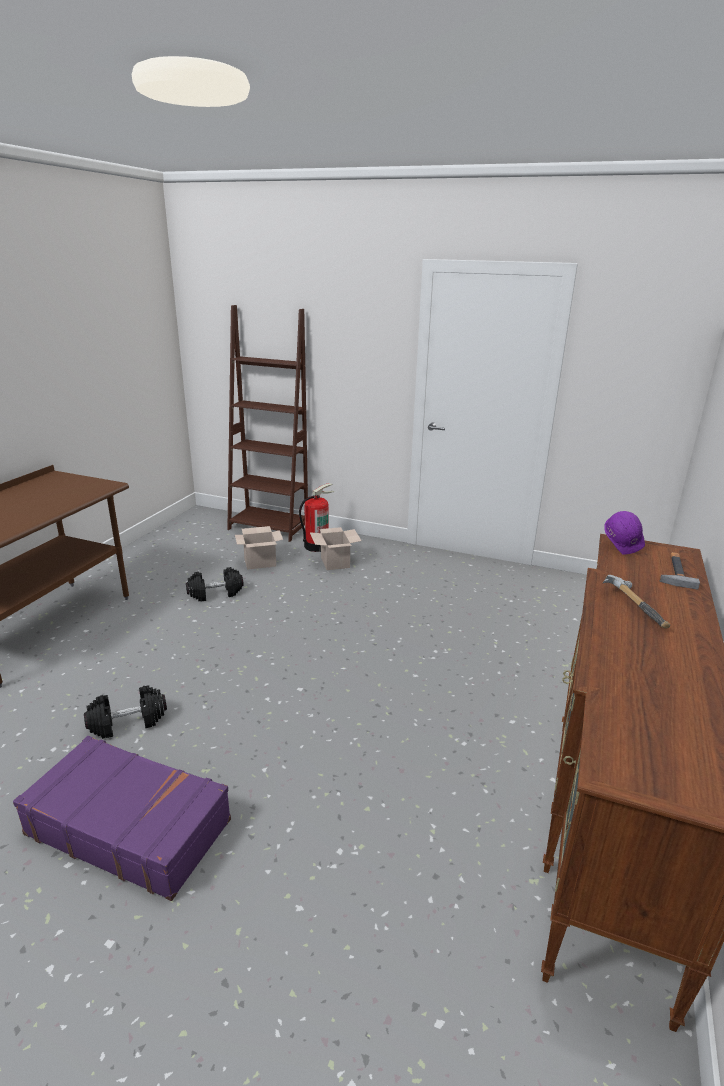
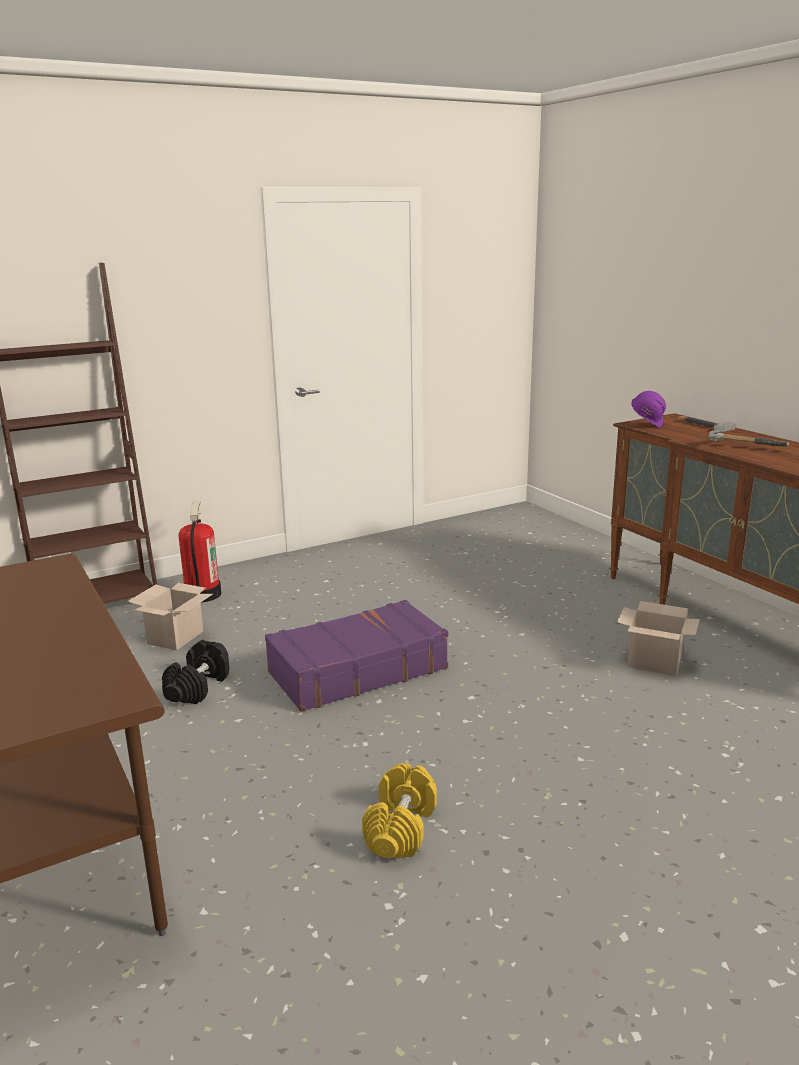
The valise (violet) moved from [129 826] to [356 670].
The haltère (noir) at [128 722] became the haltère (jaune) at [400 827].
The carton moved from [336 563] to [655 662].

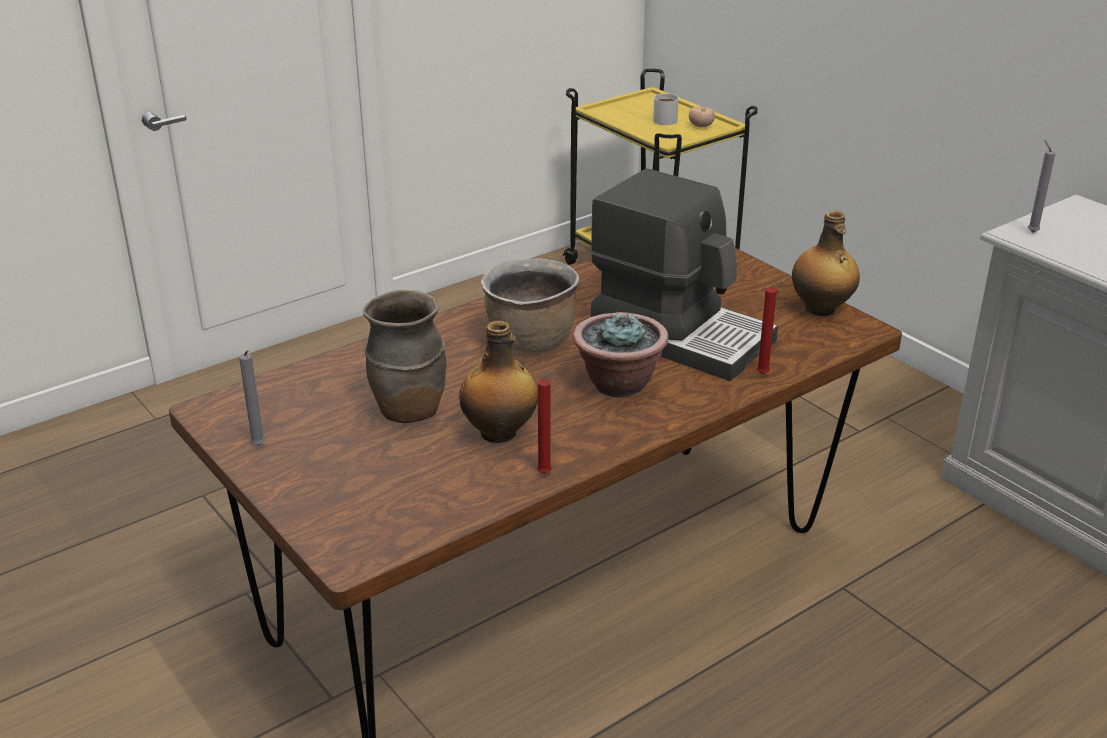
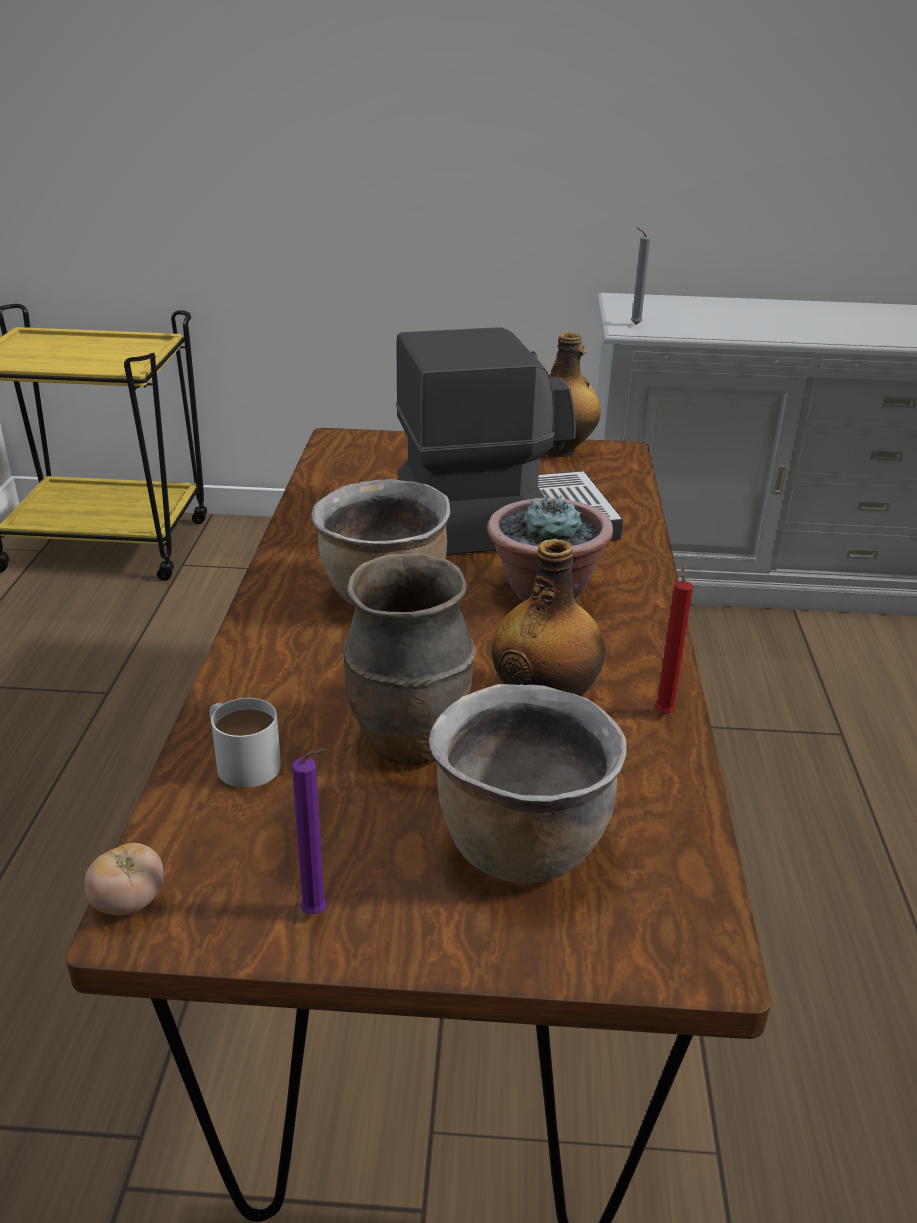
The tomate moved from [701 126] to [129 902].
The mug (blanc) moved from [665 119] to [241 760].
The bougie (gris) at [259 447] became the bougie (violet) at [318 913].
The marmite (marron) at [520 843] appeared.
The bougie (rouge) at [765 374] disappeared.

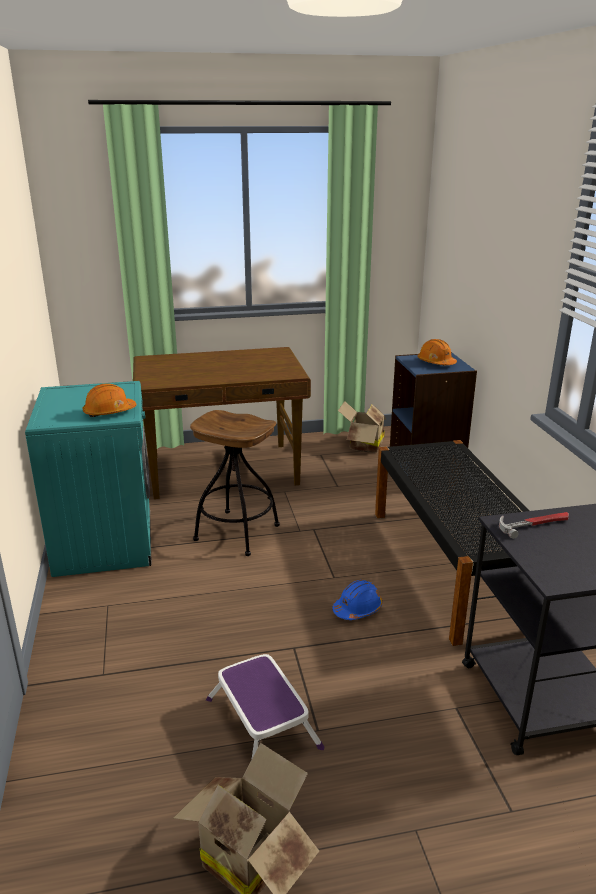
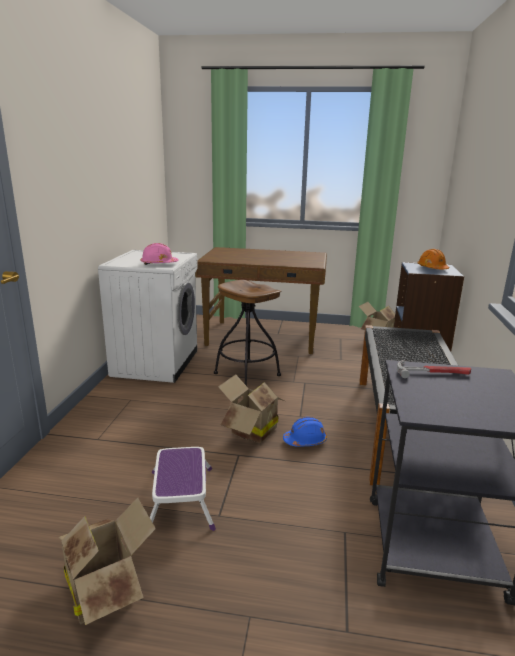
The lave-linge (turquoise) at [107 541] became the lave-linge (blanc) at [158 363].
The casque de chantier (orange) at [109 412] became the casque de chantier (rose) at [159 264].
The carton at [250 431] appeared.

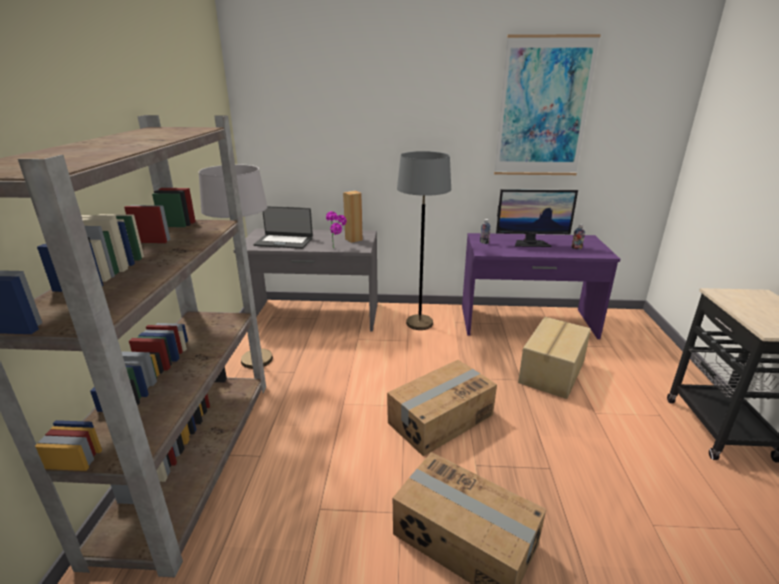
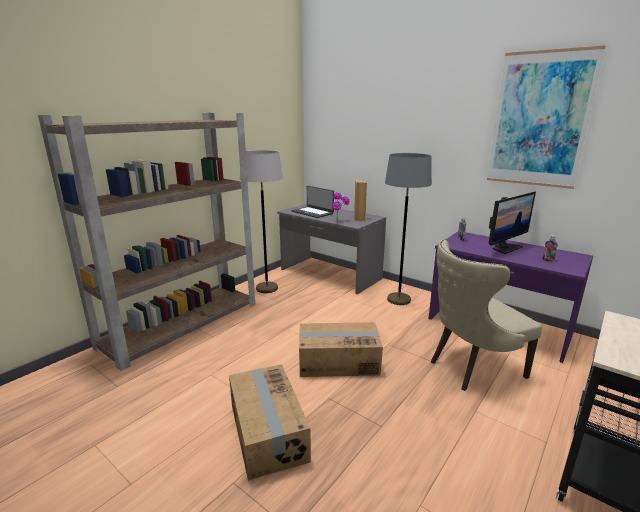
The carton at [550 372] was replaced by the chaise (beige) at [472 367].
The écran d'ordinateur at [530 243] turned 75 degrees counterclockwise.

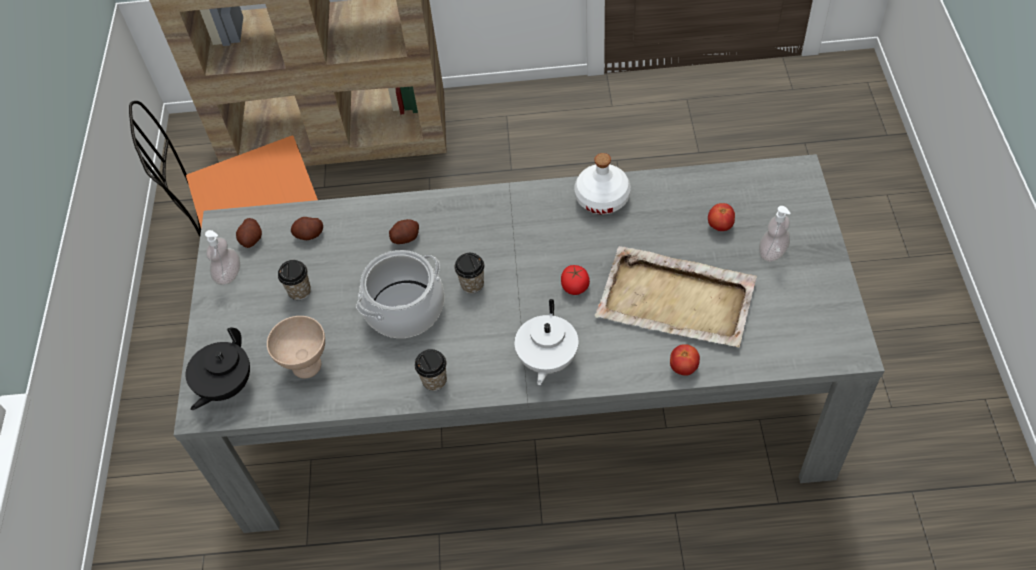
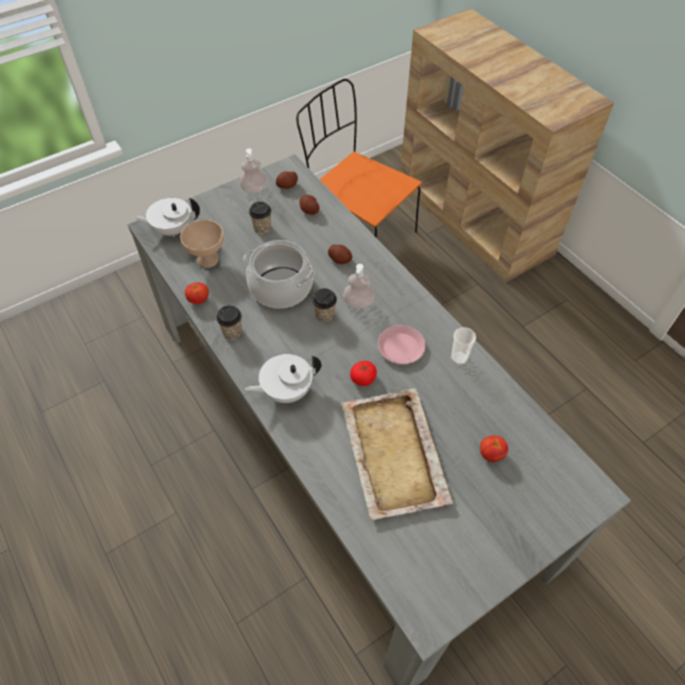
The théière (noir) at [225 386] became the théière (blanc) at [172 229].
The tomate moved from [683 367] to [199 300].
The distributeur de savon moved from [772 252] to [358 303].
The assiette (rose) at [401 347] appeared.
The bouteille (blanc) at [602 198] was replaced by the tasse at [459 358].

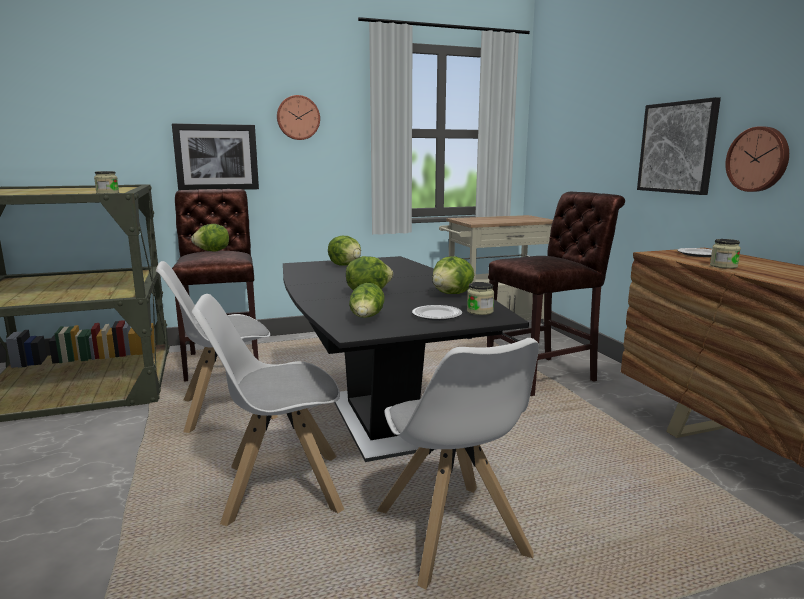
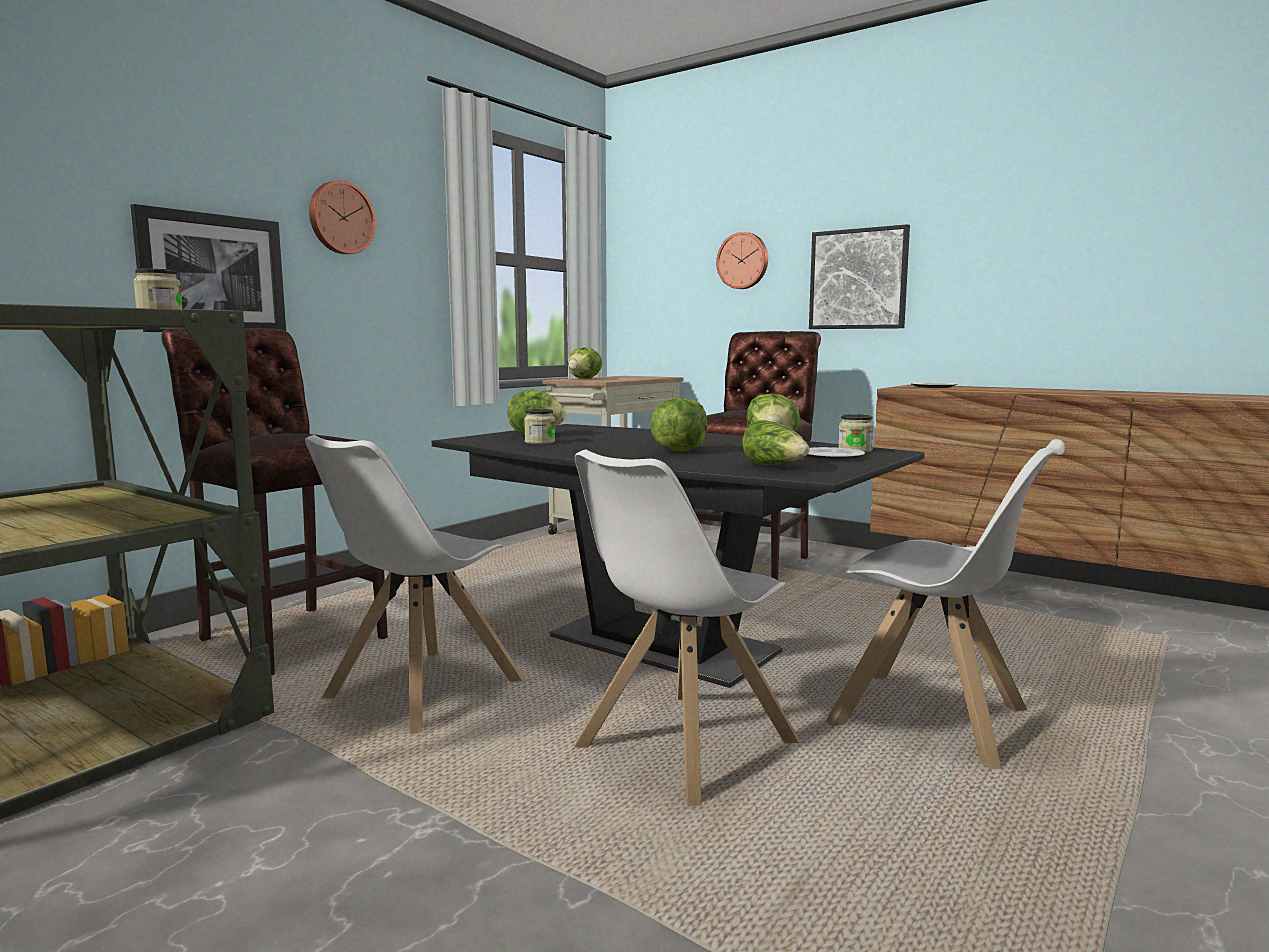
The bocal moved from [723 266] to [540 442].
The laitue moved from [213 251] to [585 378].
The horloge murale moved from [758 159] to [743 261].

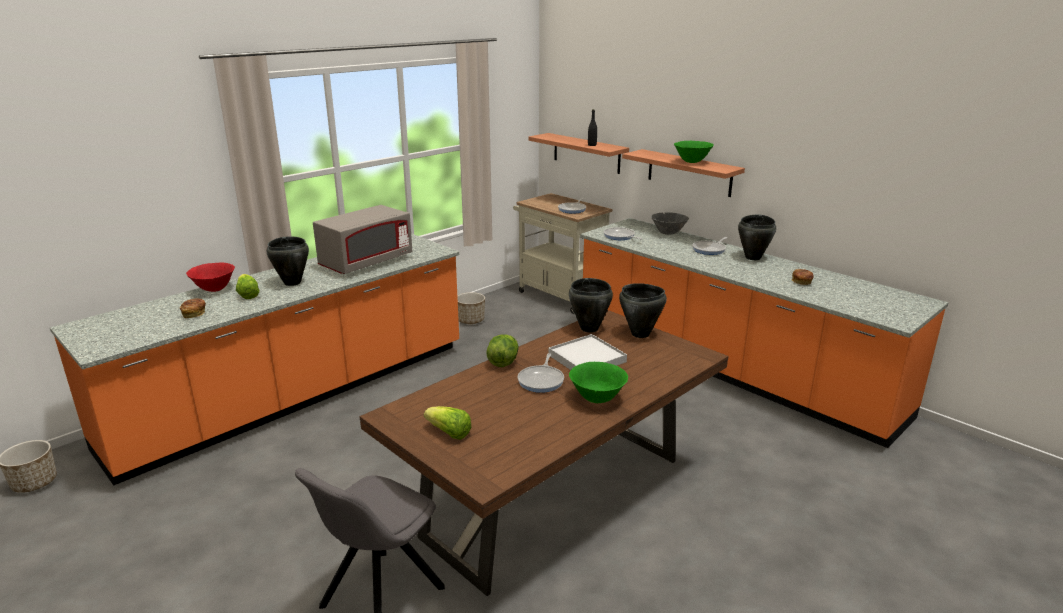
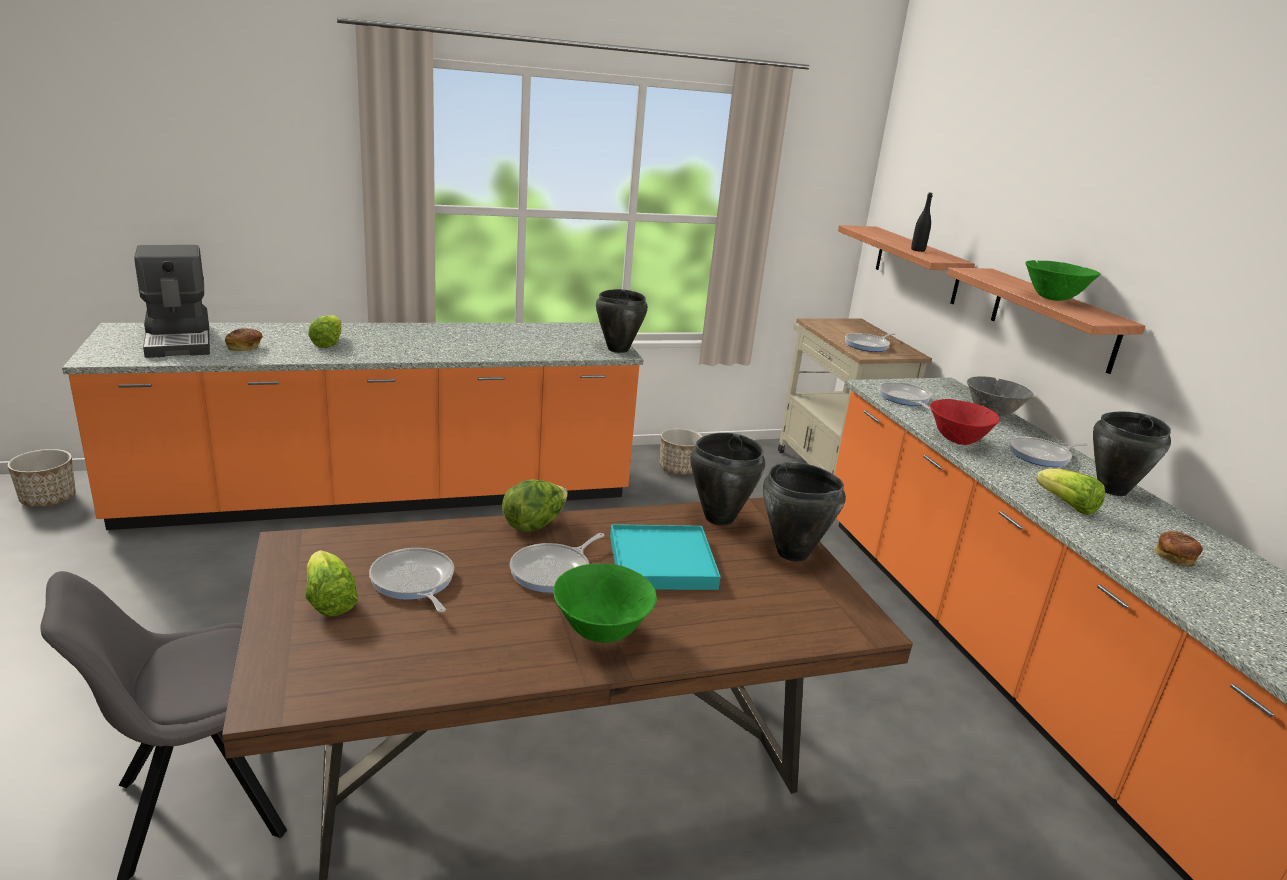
The machine à café at [180 340] appeared.
The poêle at [413 582] appeared.
The marmite (noir) moved from [292 283] to [617 349].
The plateau (blanc) at [587 358] became the plateau (turquoise) at [662 562].
The bol (rouge) moved from [214 289] to [957 441].
The laitue at [1067 505] appeared.
The micro-ondes (gris) at [366 262] disappeared.

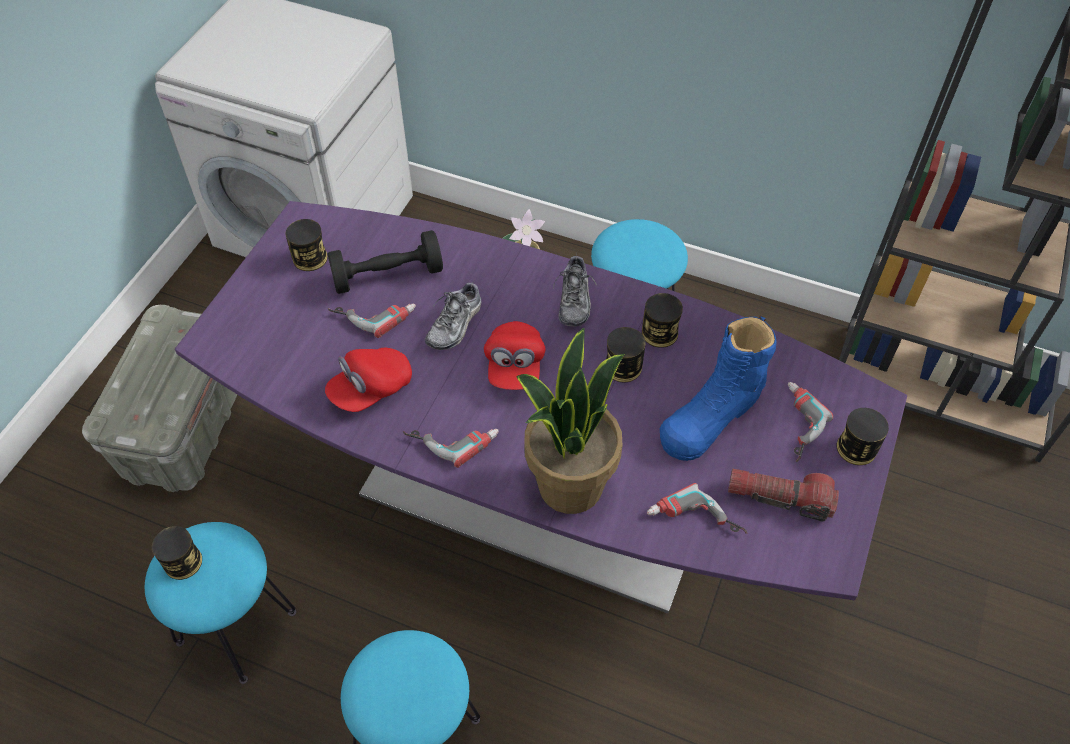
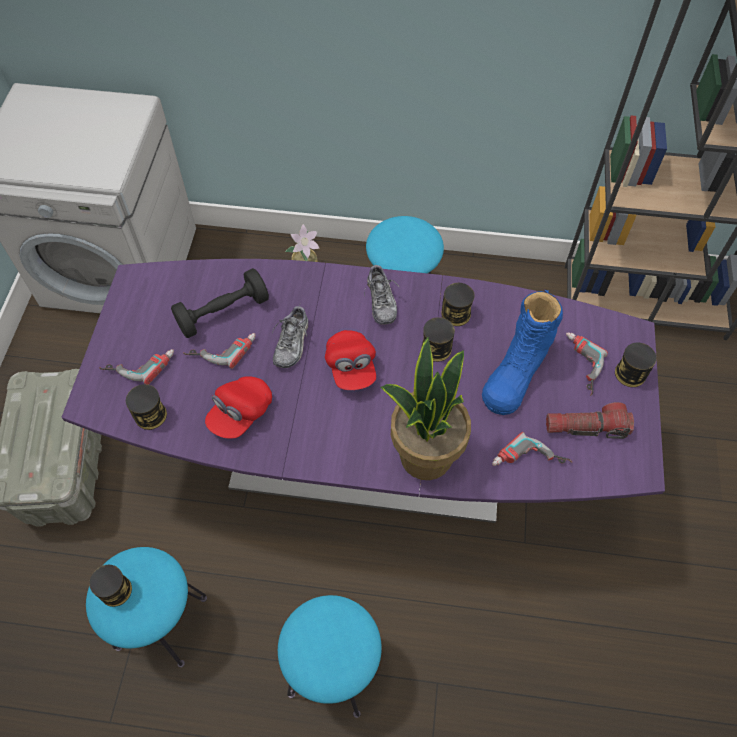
The perceuse moved from [452 436] to [139 362].
The boîte métallique moved from [310 258] to [150 415].

